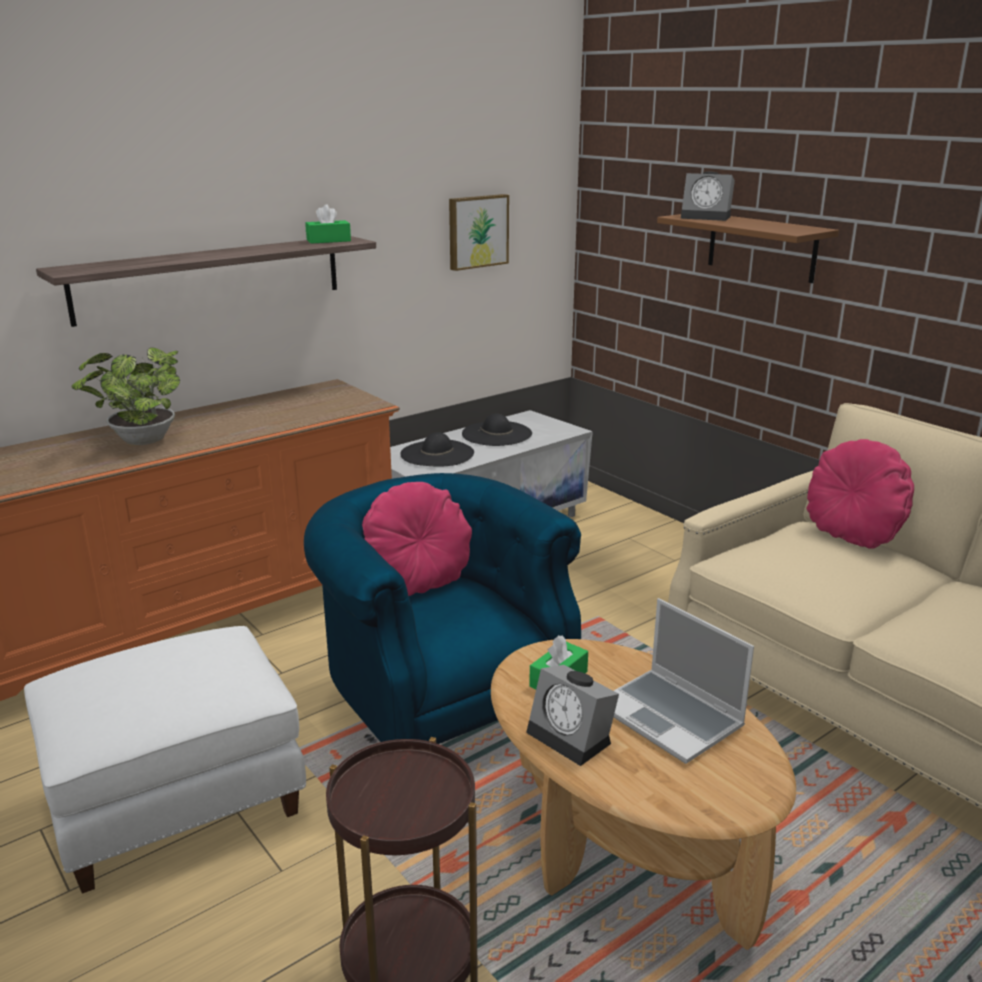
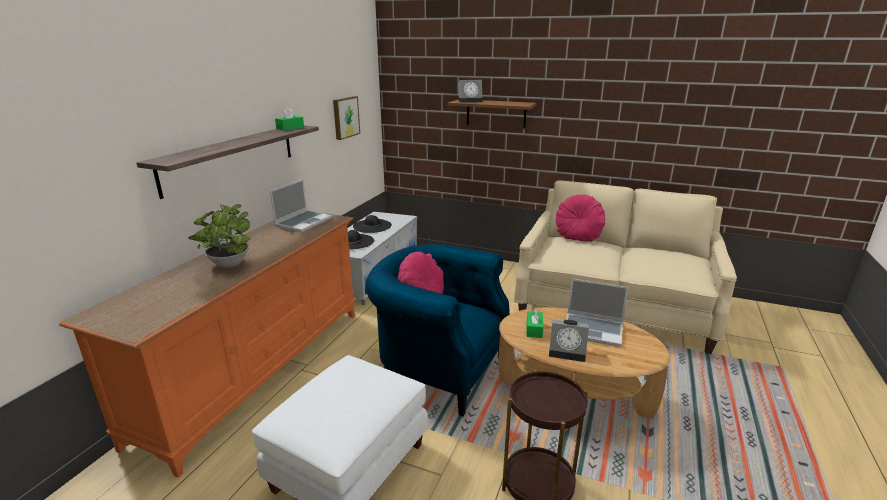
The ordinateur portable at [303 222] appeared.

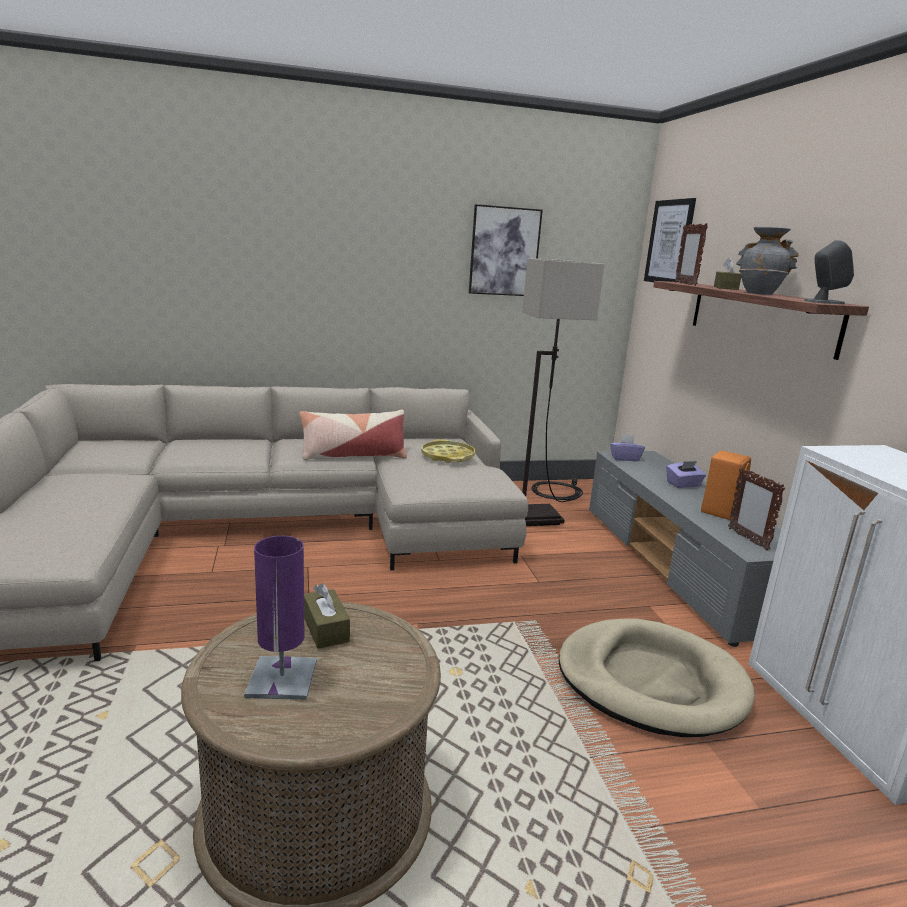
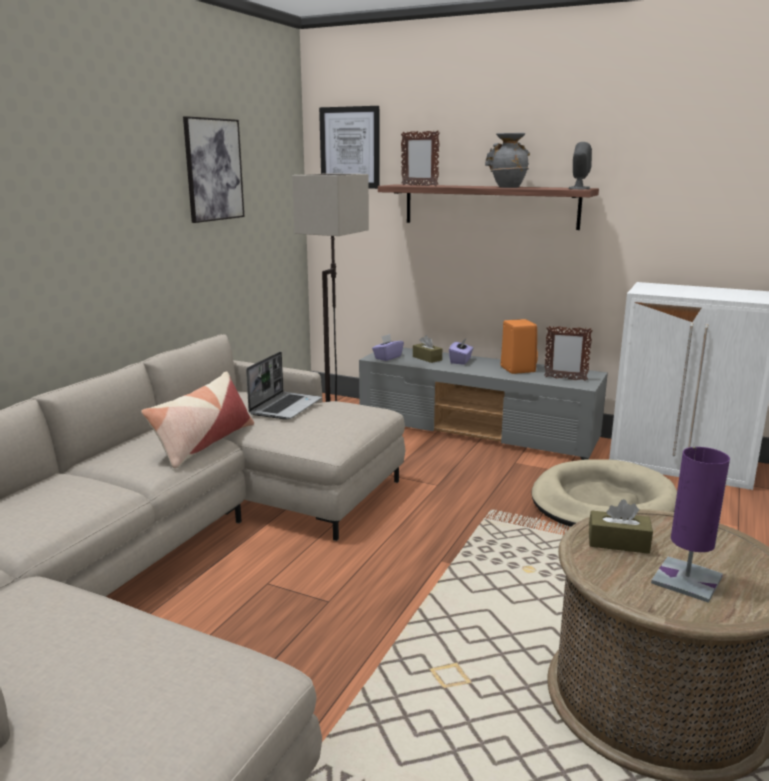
The plateau (jaune) at [447 456] was replaced by the ordinateur portable at [285 407].
The boîte à mouchoirs (marron) moved from [725 288] to [427 358].

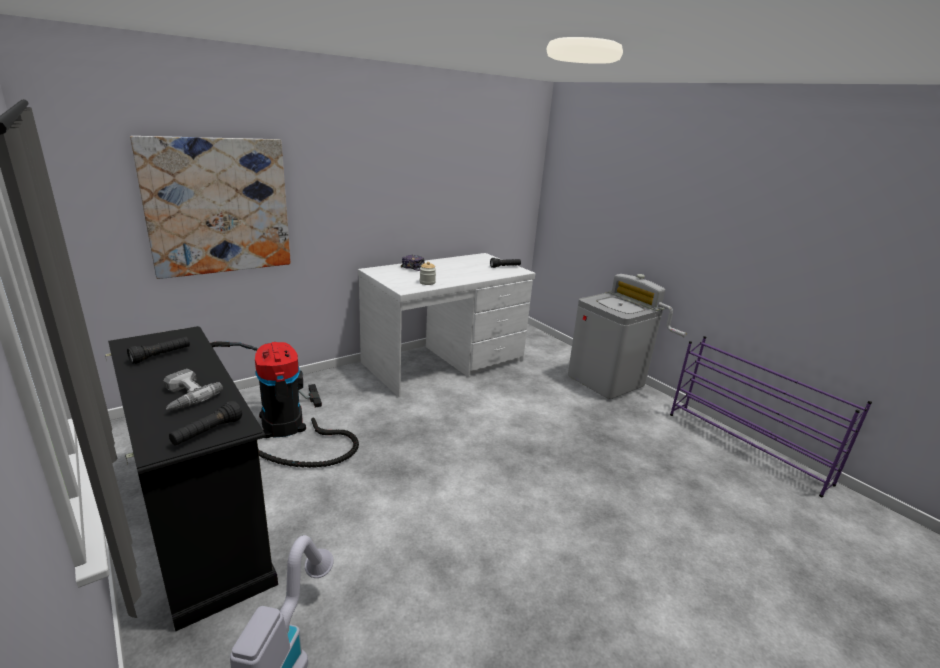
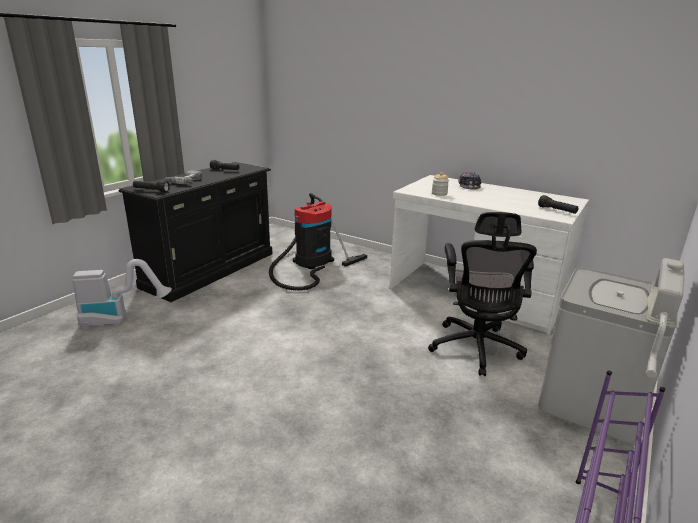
The chaise de bureau at [476 348] appeared.
The tableau at [219 207] disappeared.

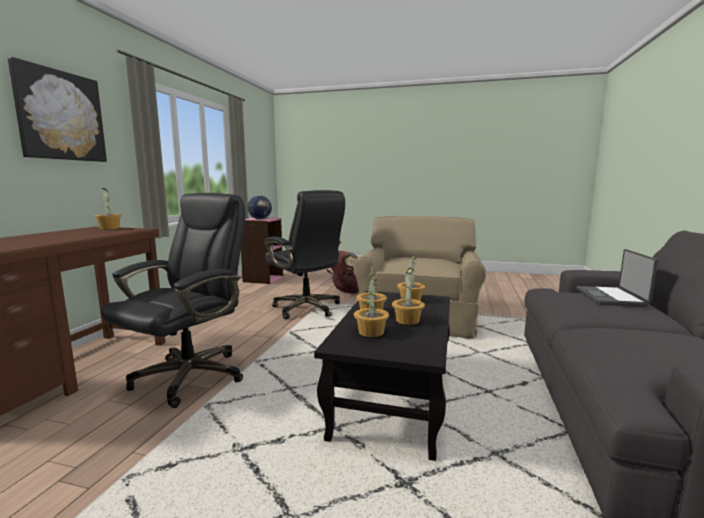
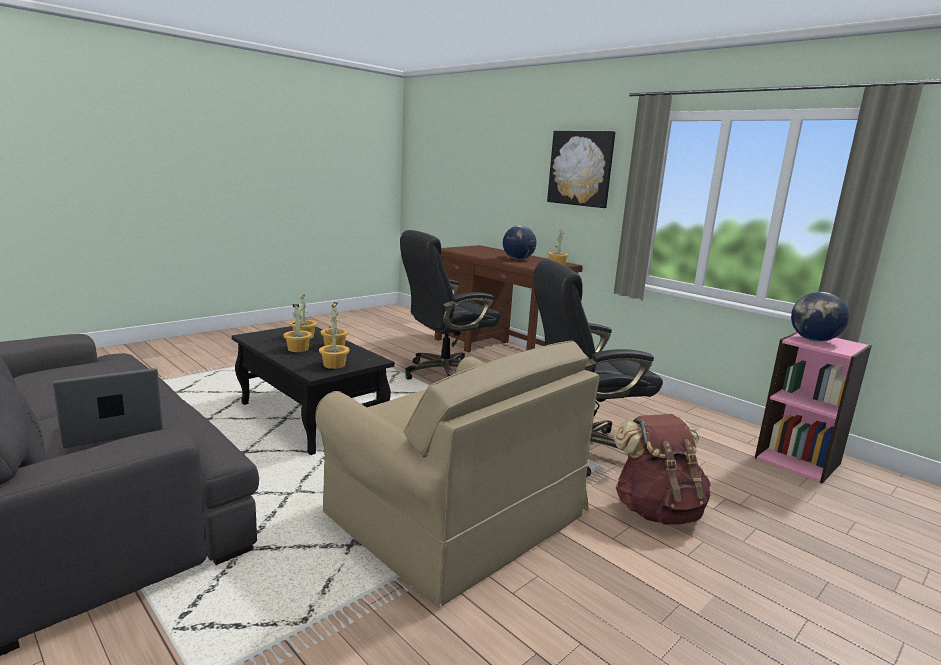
The ordinateur portable at [611 297] turned 75 degrees counterclockwise.
The chaise de bureau (noir) at [188 378] turned 90 degrees clockwise.
The globe at [518 259] appeared.

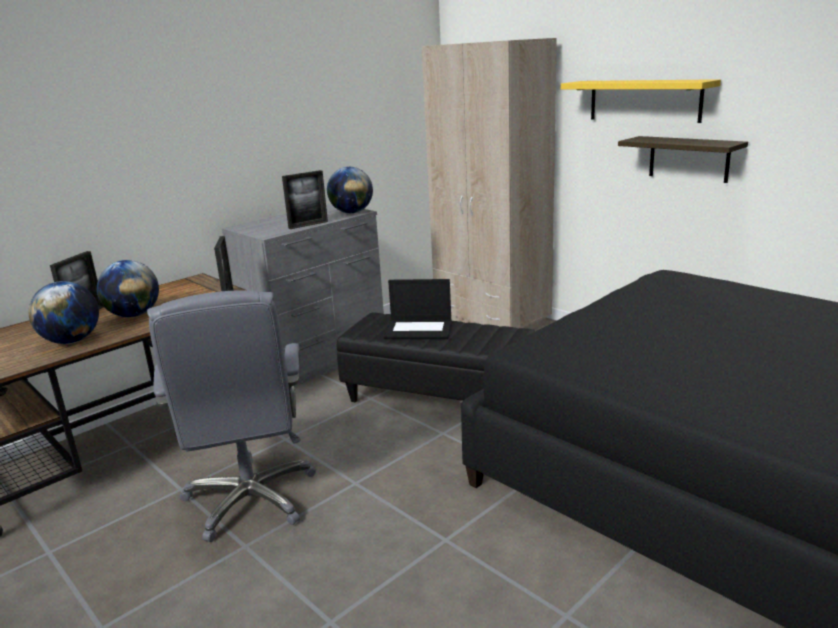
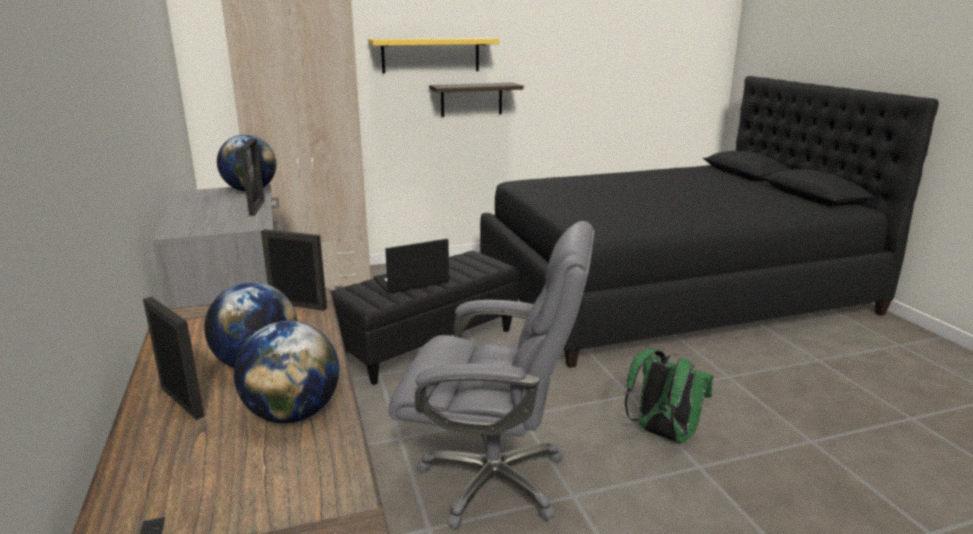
The ordinateur portable at [419 329] turned 150 degrees counterclockwise.
The sac à dos (vert) at [662 434] appeared.

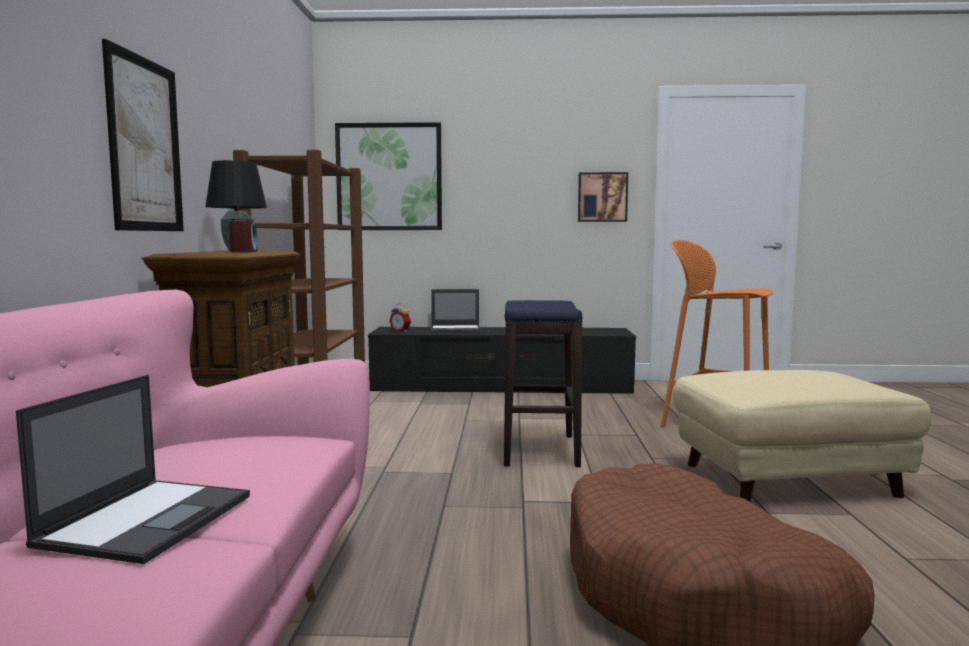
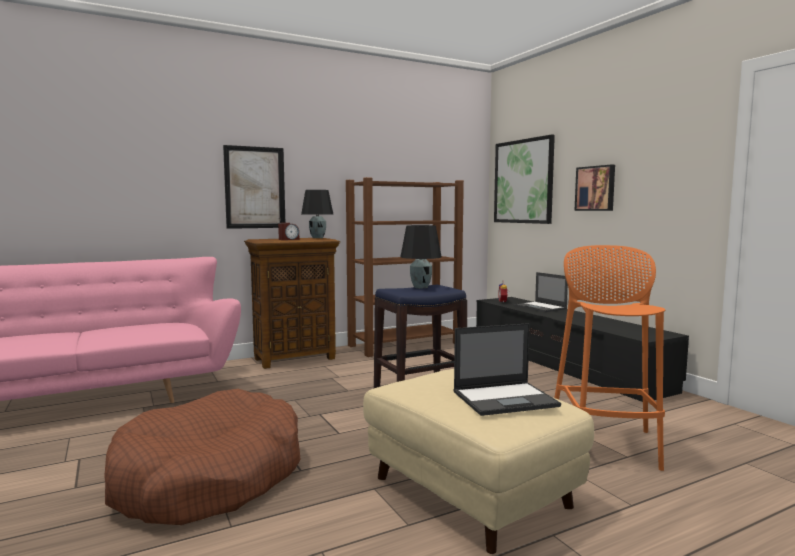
The lampe de table (noir) at [420 287] appeared.
The ordinateur portable moved from [149 519] to [506 399].
The tableau moved from [602 197] to [596 188].

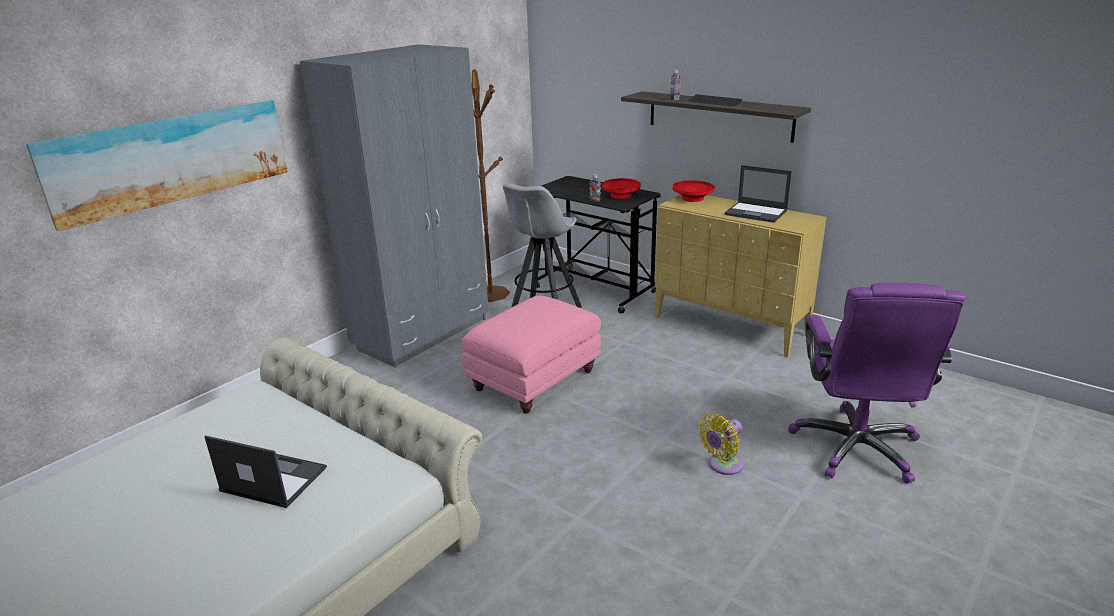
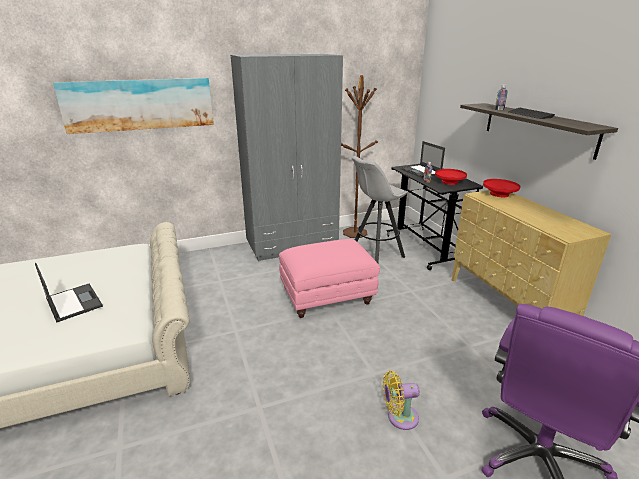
The ordinateur portable moved from [756 213] to [421 171].

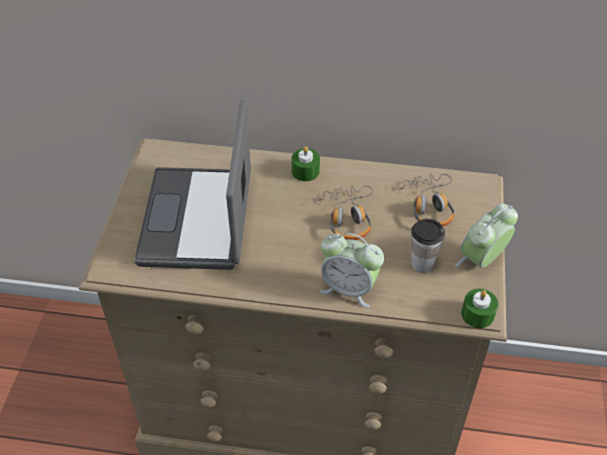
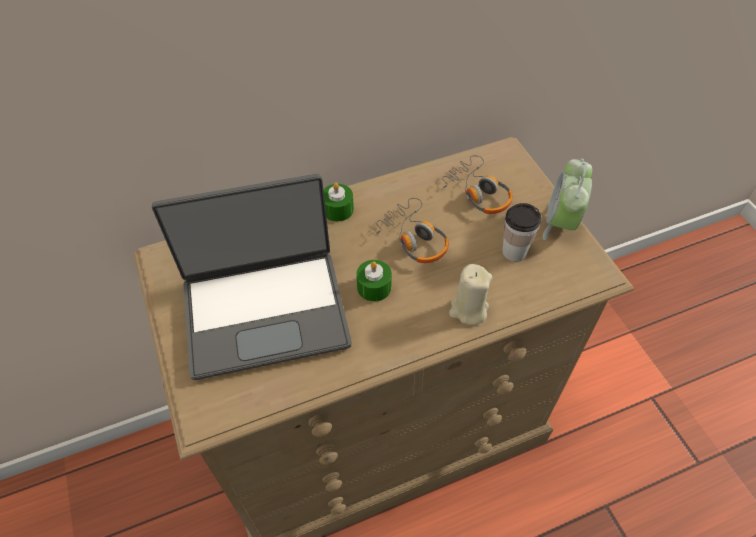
The ordinateur portable at [199 219] turned 75 degrees counterclockwise.
The bougie (vert) moved from [477 314] to [374 287].
The réveil at [349 288] was replaced by the bougie (beige) at [468 310].

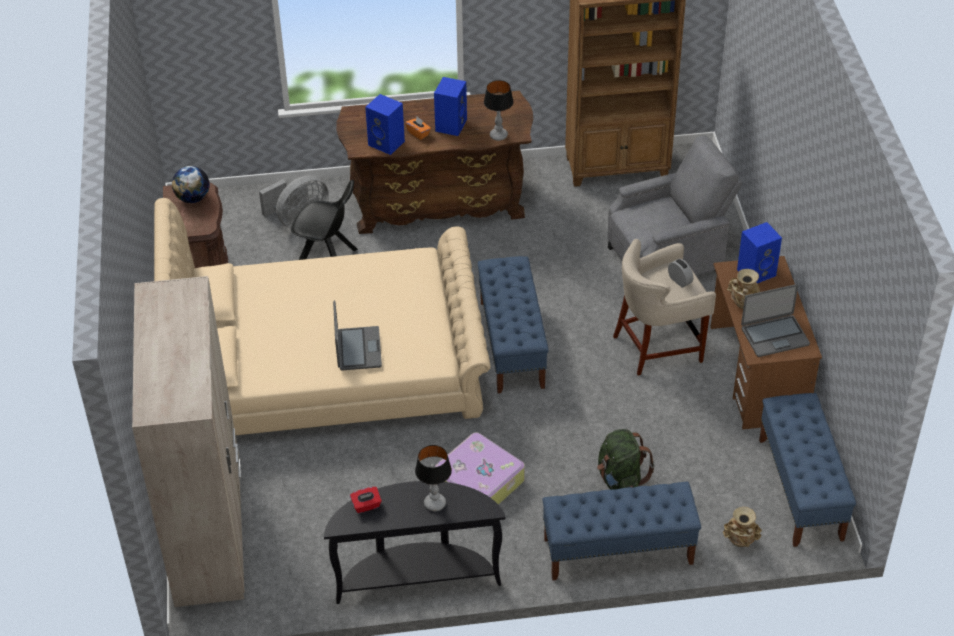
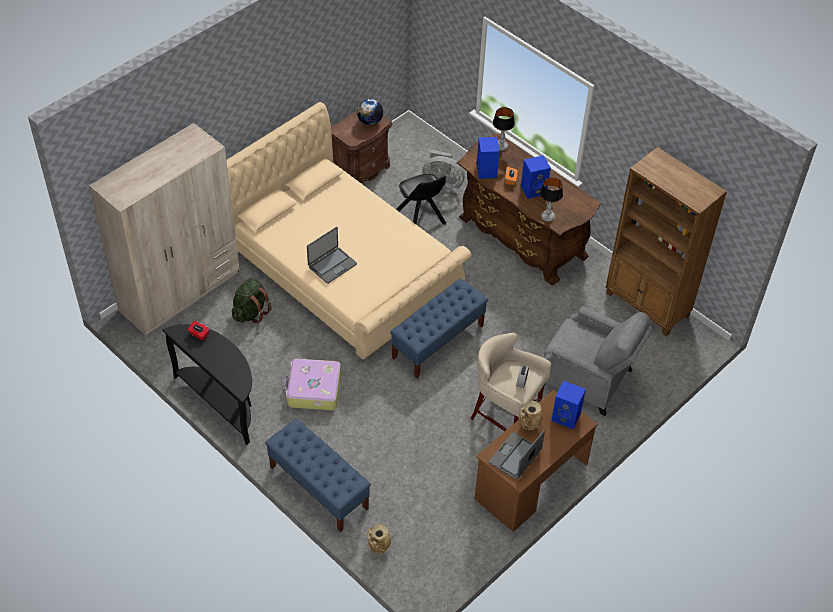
The sac à dos (vert) moved from [620 480] to [251 312].
The ordinateur portable at [774 336] turned 90 degrees clockwise.
The lampe de table moved from [435 504] to [501 147].
The banc (bleu) at [800 489] disappeared.

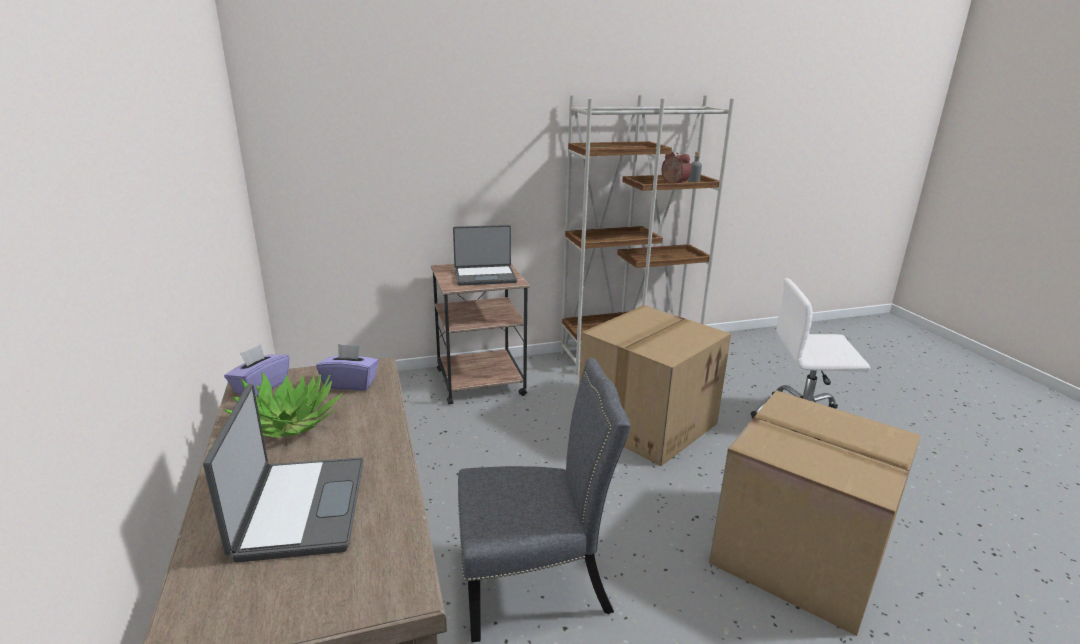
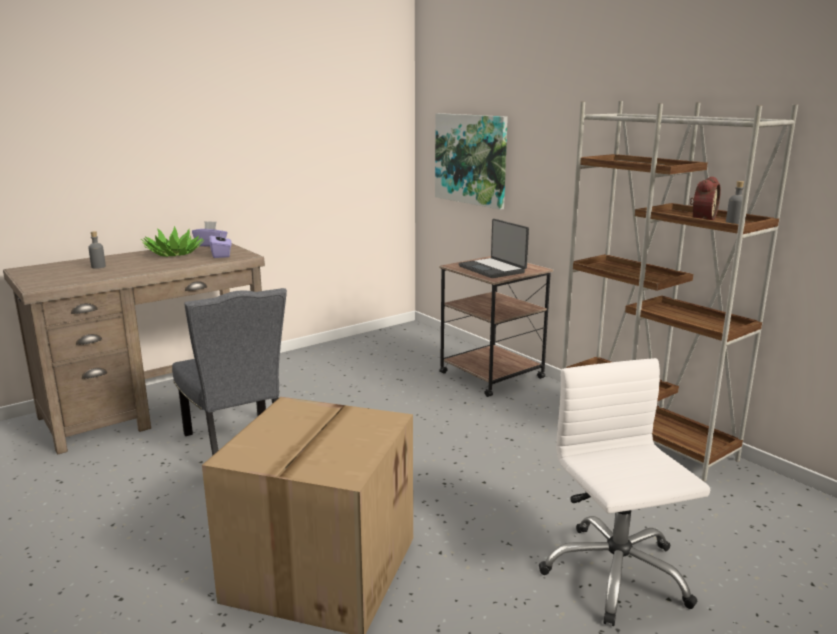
The ordinateur portable at [299 508] was replaced by the bouteille (gris) at [98 267].
The tableau at [471 159] appeared.
The carton at [647 422] disappeared.

